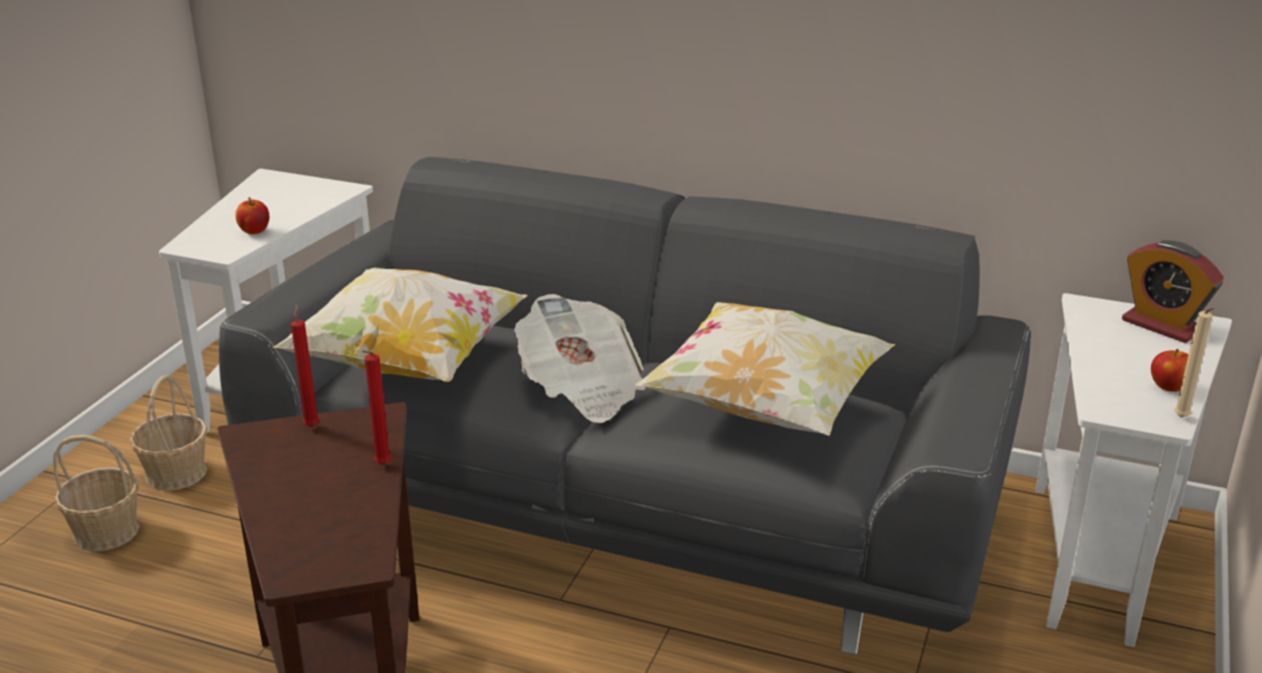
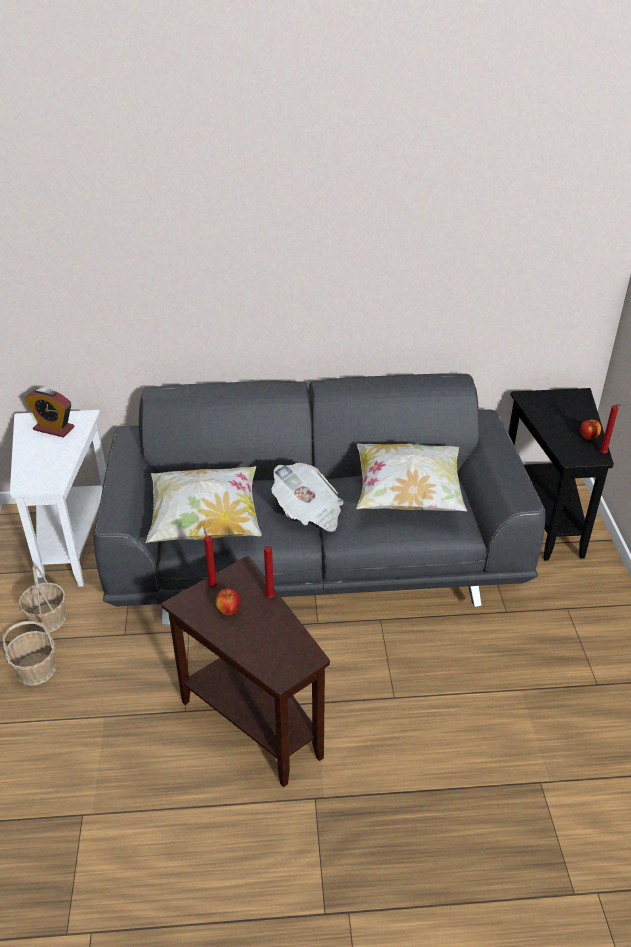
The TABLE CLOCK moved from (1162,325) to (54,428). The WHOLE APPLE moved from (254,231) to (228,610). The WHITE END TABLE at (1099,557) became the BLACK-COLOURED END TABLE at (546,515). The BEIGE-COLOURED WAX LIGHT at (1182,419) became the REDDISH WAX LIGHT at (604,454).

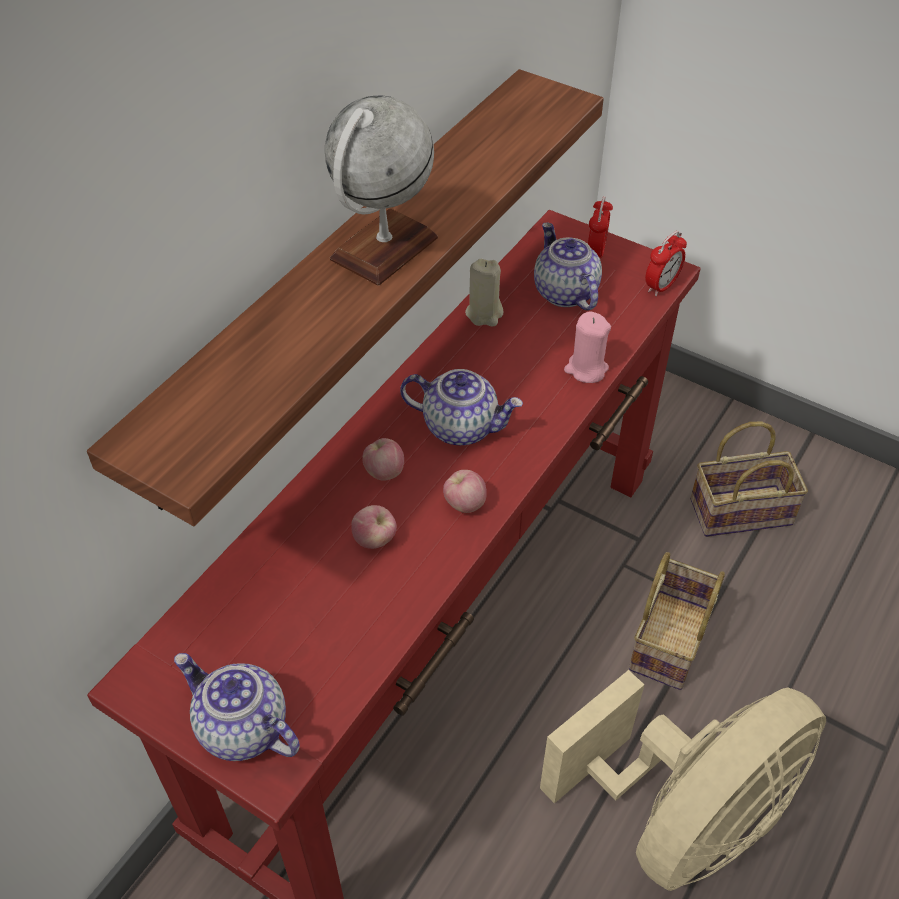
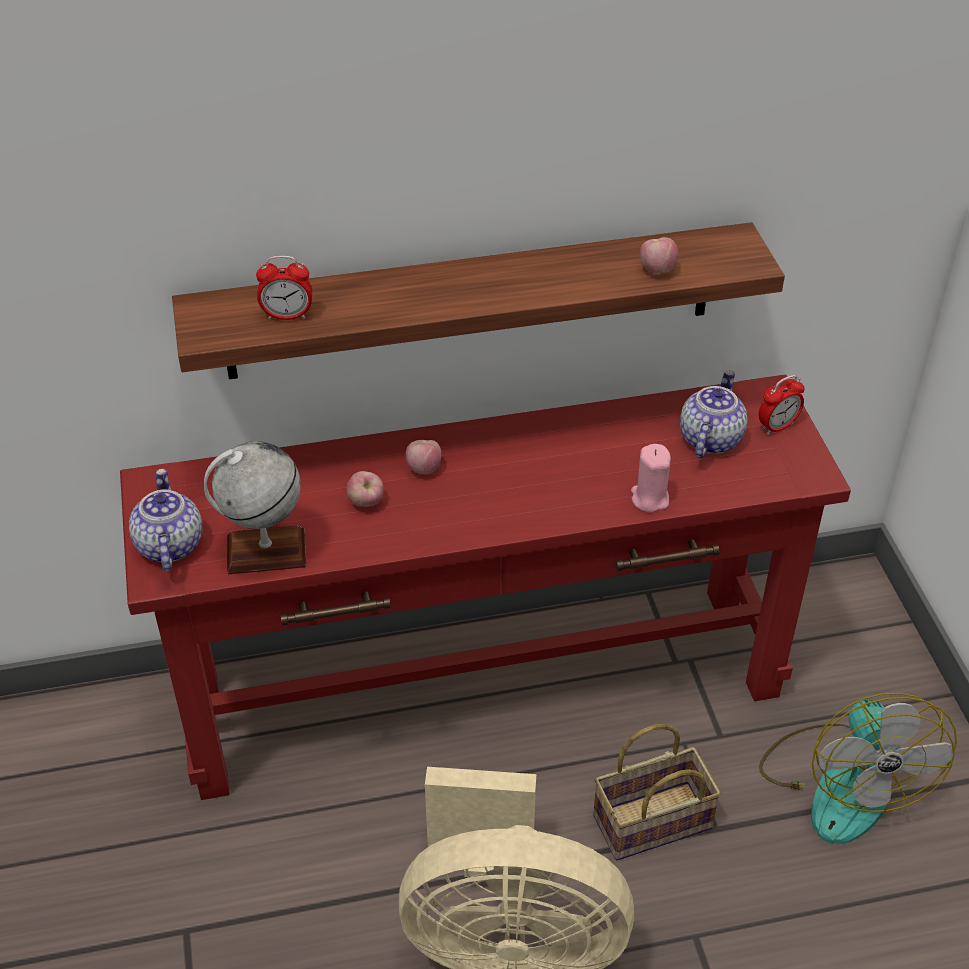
The WORLD GLOBE moved from (384,249) to (265,551). The TABLE CLOCK moved from (661,286) to (287,316). The WHOLE APPLE moved from (464,504) to (657,270). The HOUSEHOLD BASKET at (742,510) was replaced by the COOLING FAN at (842,782). The TEA POT at (461,426) disappeared. The BEIGE-COLOURED WAX LIGHT at (484,313) disappeared.

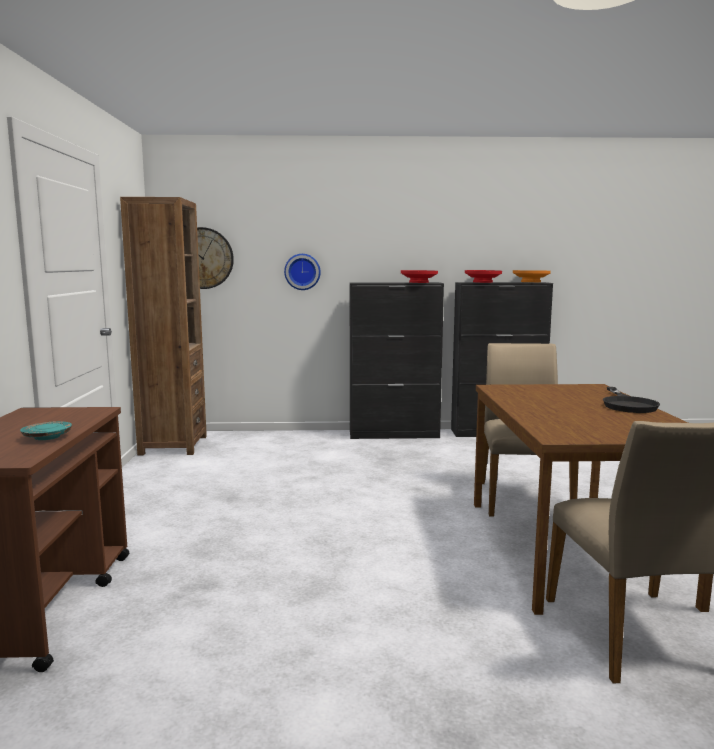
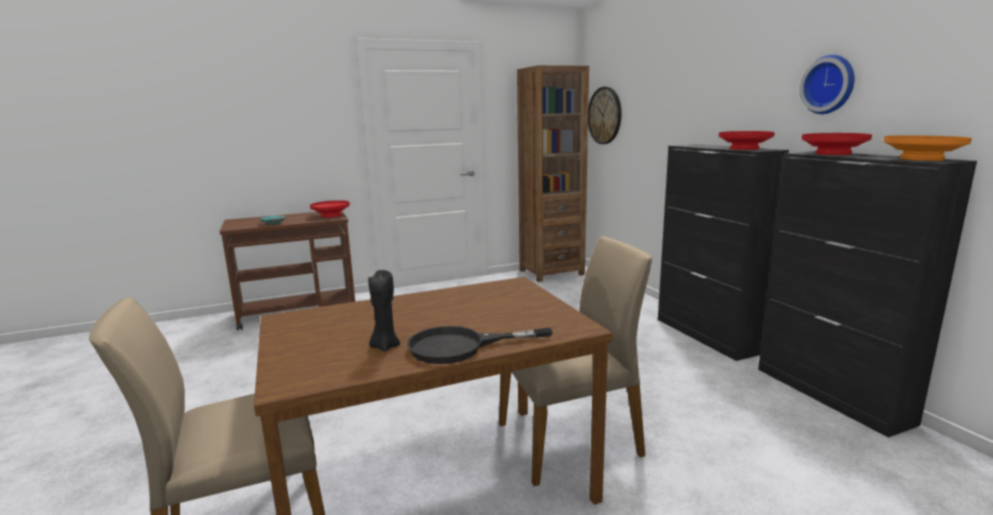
The REDDISH BOWL at (331,215) appeared. The BLACK-COLOURED WAX LIGHT at (385,346) appeared. The HANGING CLOCK moved from (302,271) to (829,84).

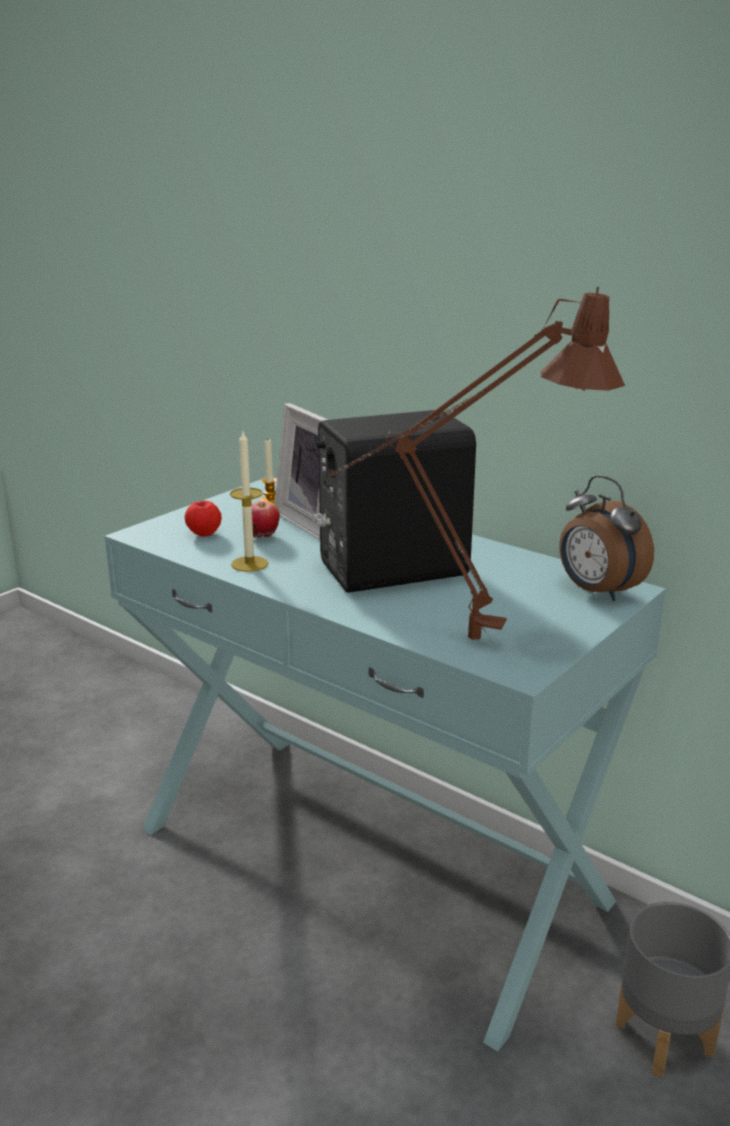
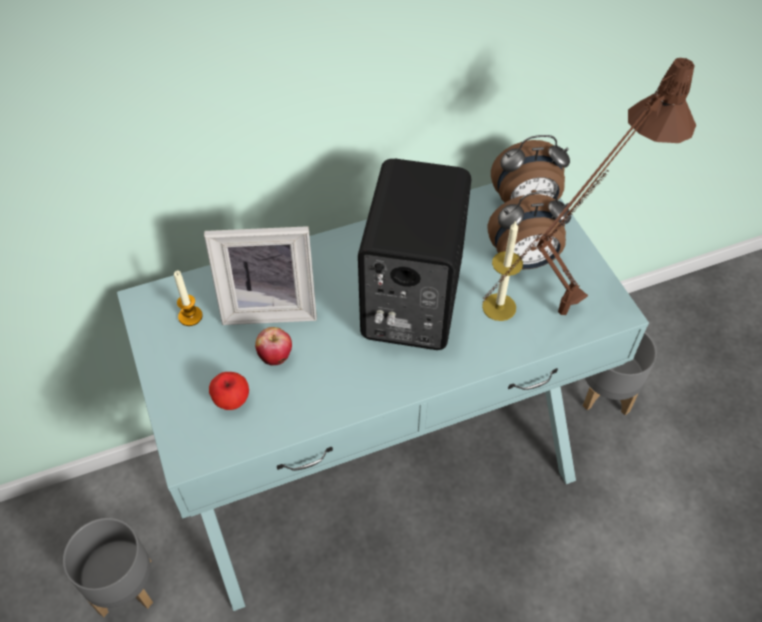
The GREYISH FLOWER POT at (125,588) appeared. The WAX LIGHT moved from (249,564) to (499,307). The TABLE CLOCK at (524,261) appeared.

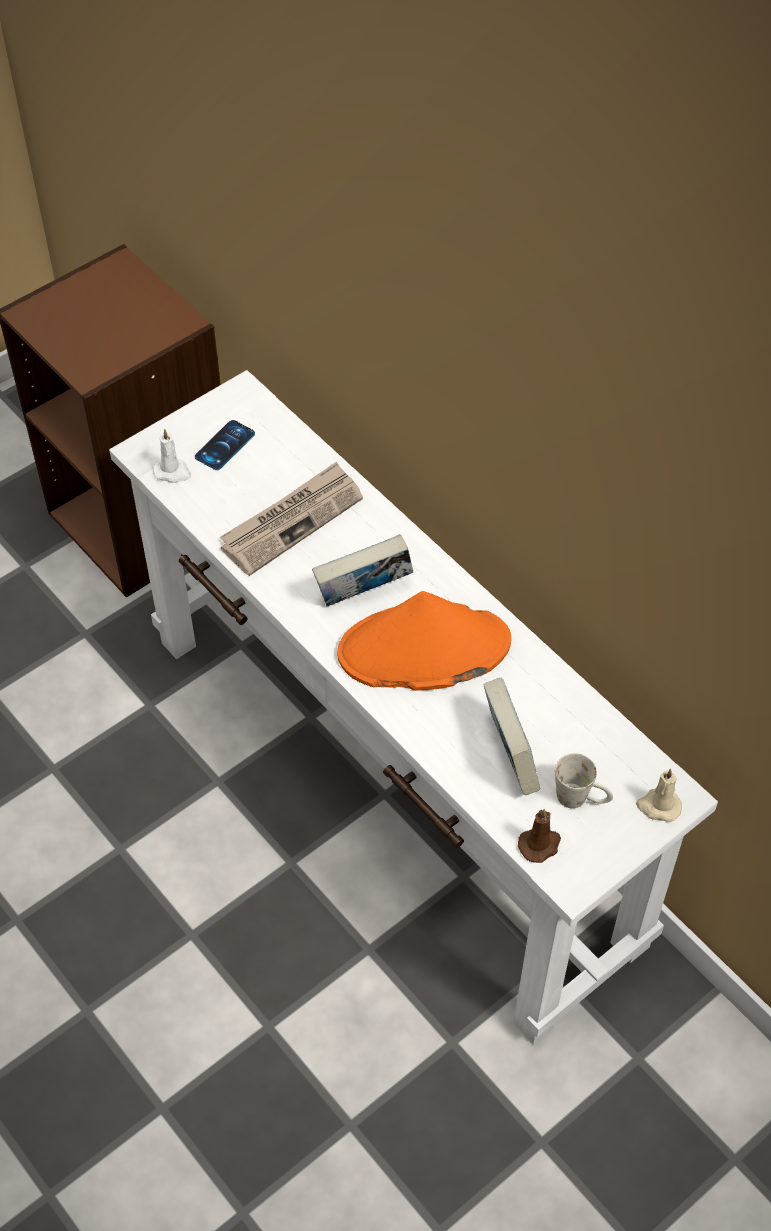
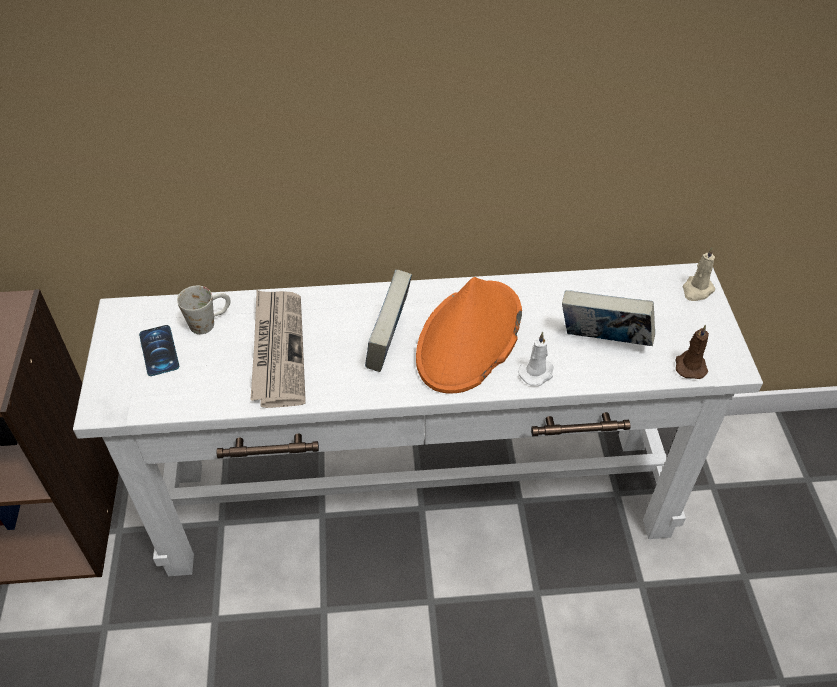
The WHITE COFFEE MUG moved from (581,799) to (209,322). The WHITE WAX LIGHT moved from (173,472) to (537,373).

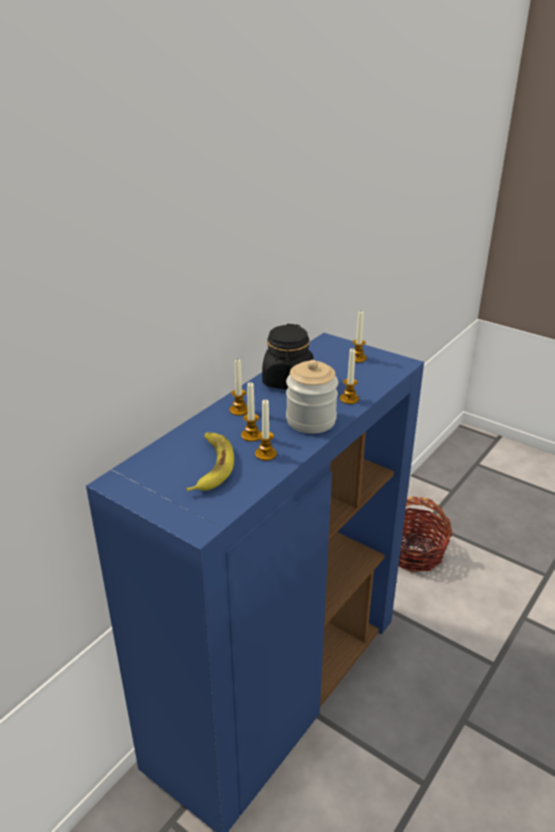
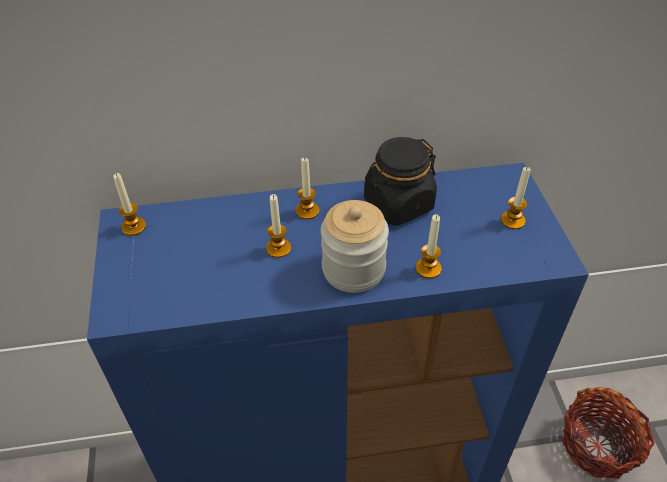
The WAX LIGHT moved from (265,454) to (133,227). The BANANA at (211,466) disappeared.

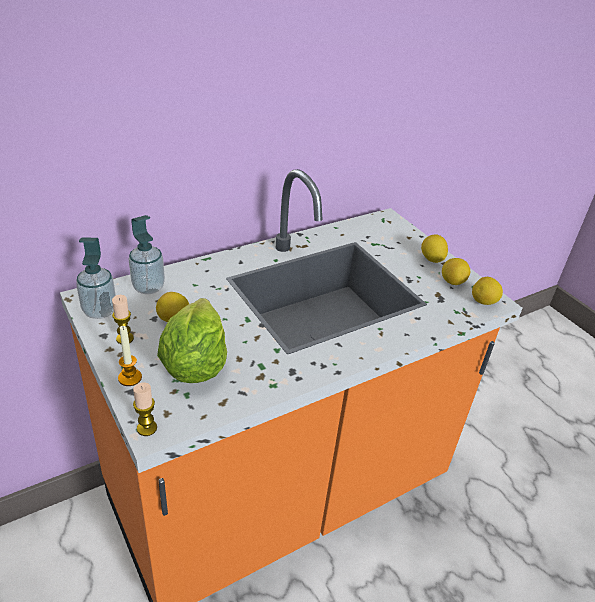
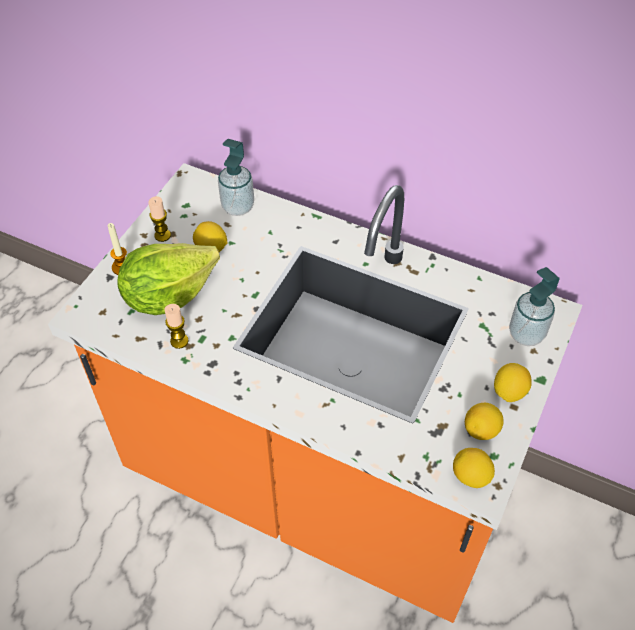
The WAX LIGHT moved from (147,428) to (179,341). The LIQUID SOAP BOTTLE moved from (99,311) to (526,334).

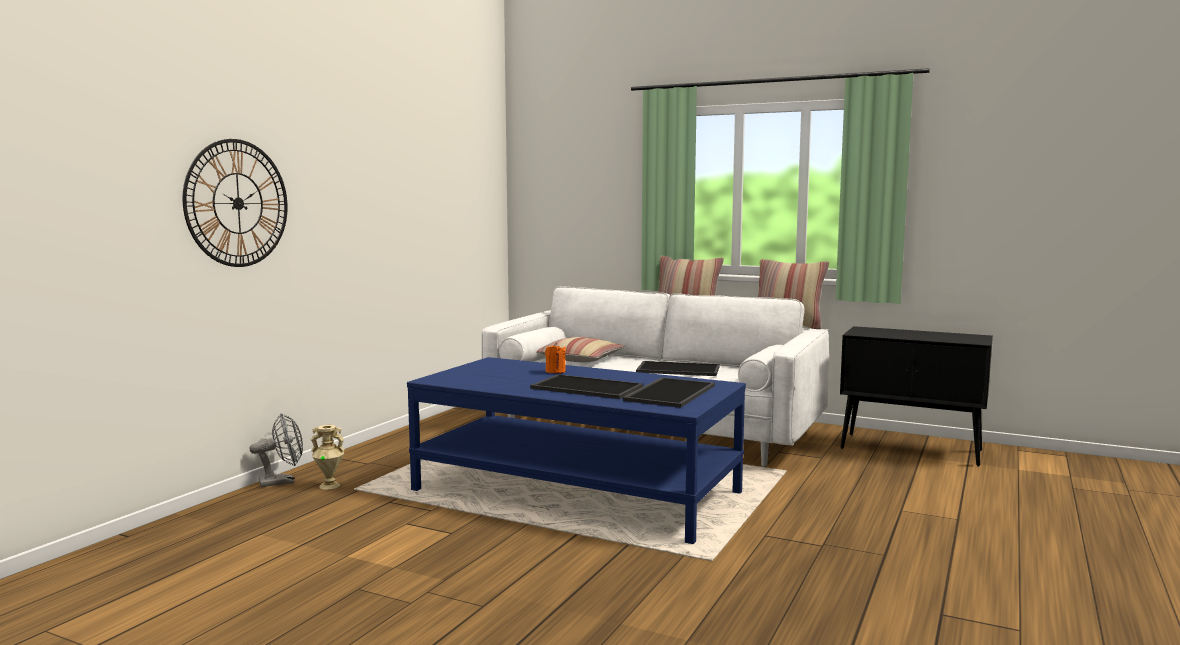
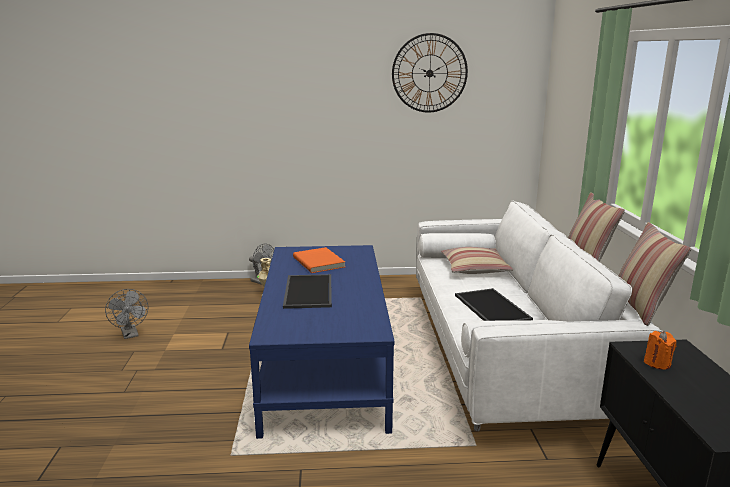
The GREYISH COOLING FAN at (130,335) appeared. The ORANGE-COLOURED VOLUME at (319,262) appeared. The HANGING CLOCK moved from (237,203) to (429,73). The ORANGE-COLOURED WAX LIGHT moved from (555,371) to (657,363). The TRAY at (669,392) disappeared.

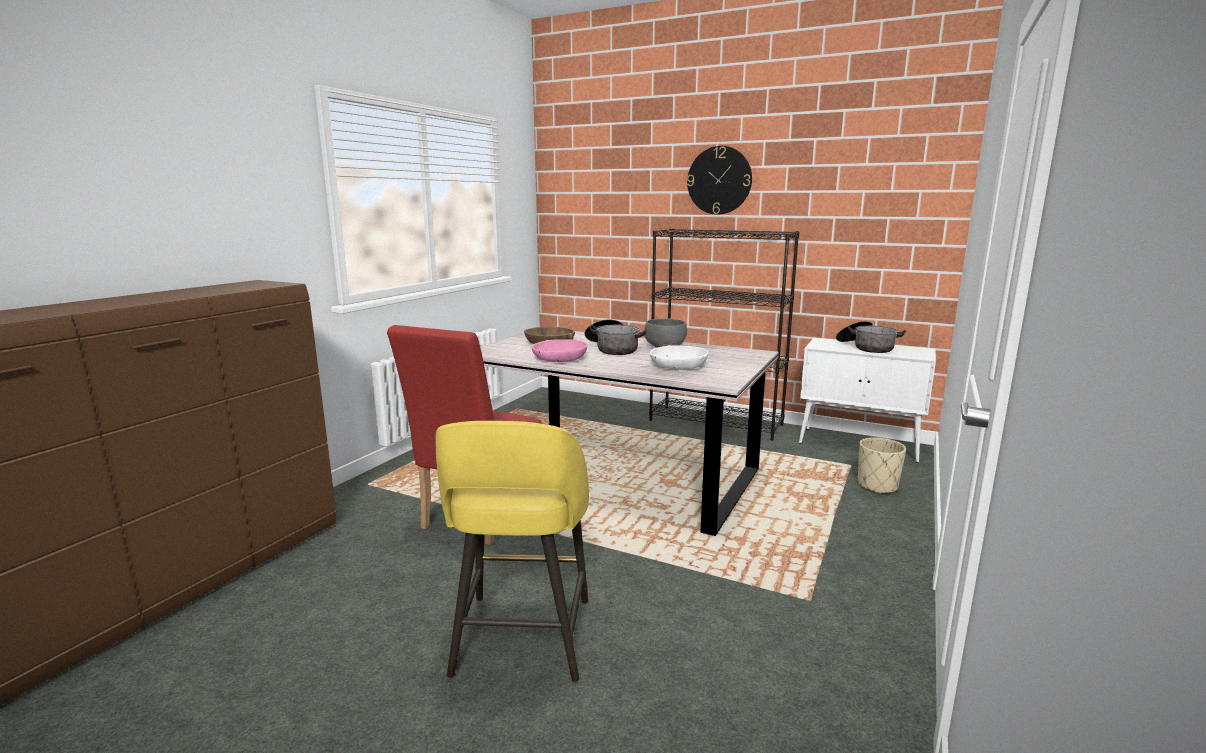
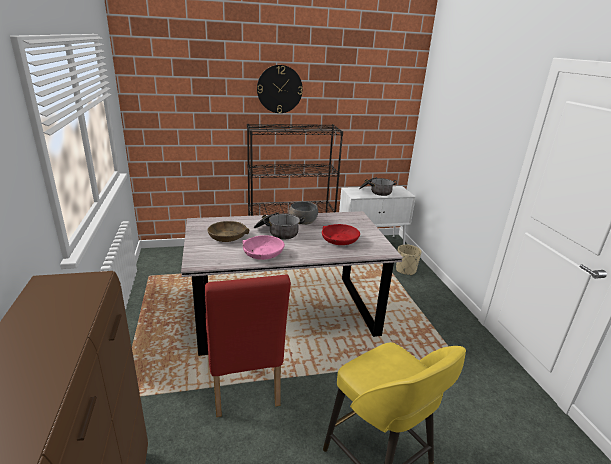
The WHITE BOWL at (678,365) became the REDDISH BOWL at (339,240).

